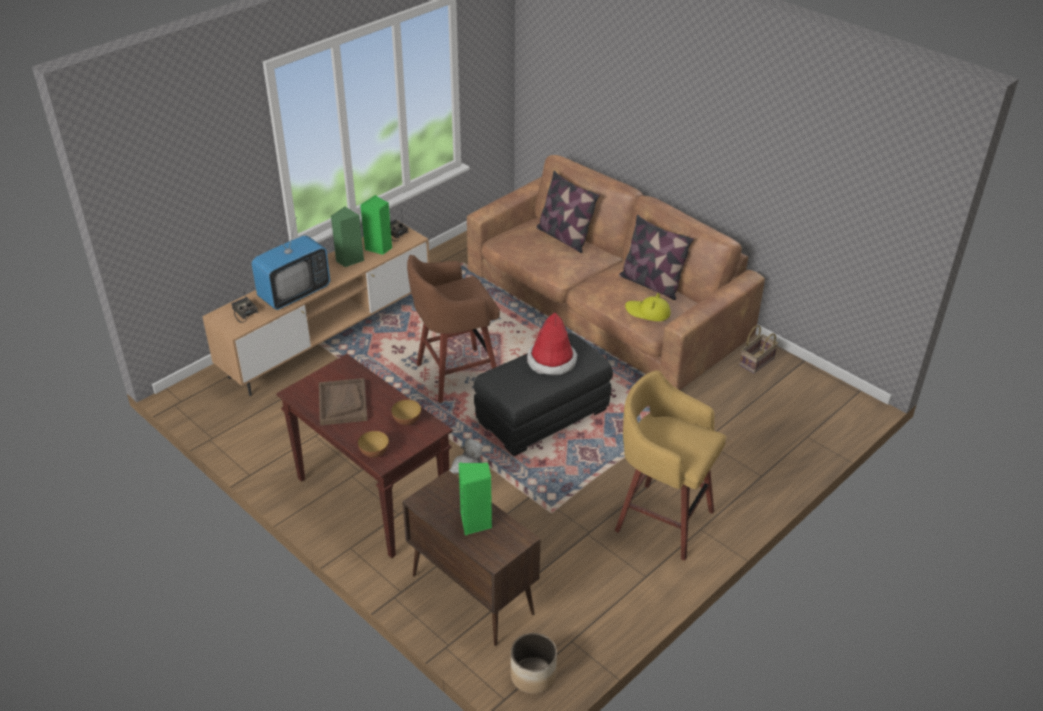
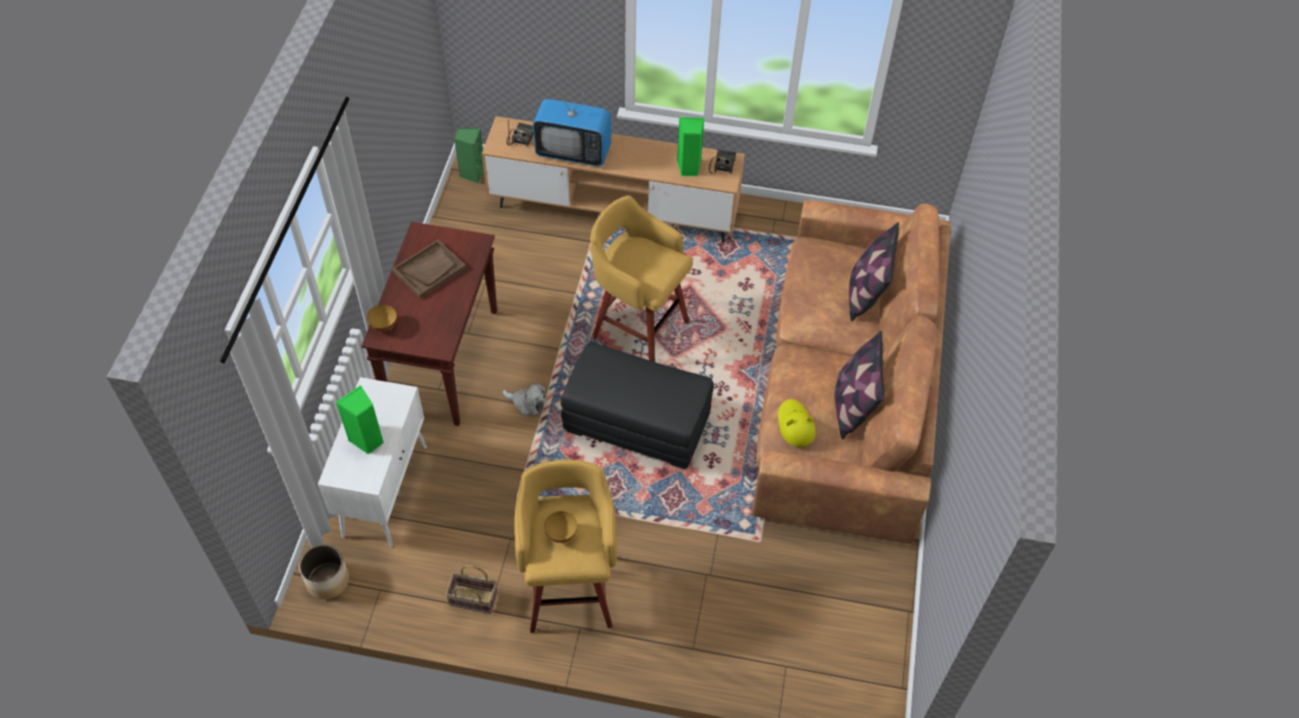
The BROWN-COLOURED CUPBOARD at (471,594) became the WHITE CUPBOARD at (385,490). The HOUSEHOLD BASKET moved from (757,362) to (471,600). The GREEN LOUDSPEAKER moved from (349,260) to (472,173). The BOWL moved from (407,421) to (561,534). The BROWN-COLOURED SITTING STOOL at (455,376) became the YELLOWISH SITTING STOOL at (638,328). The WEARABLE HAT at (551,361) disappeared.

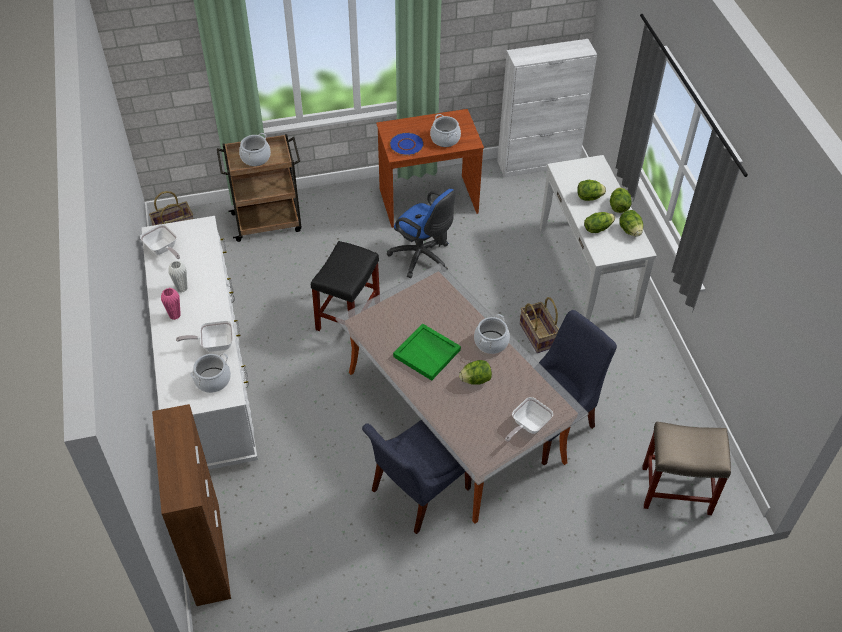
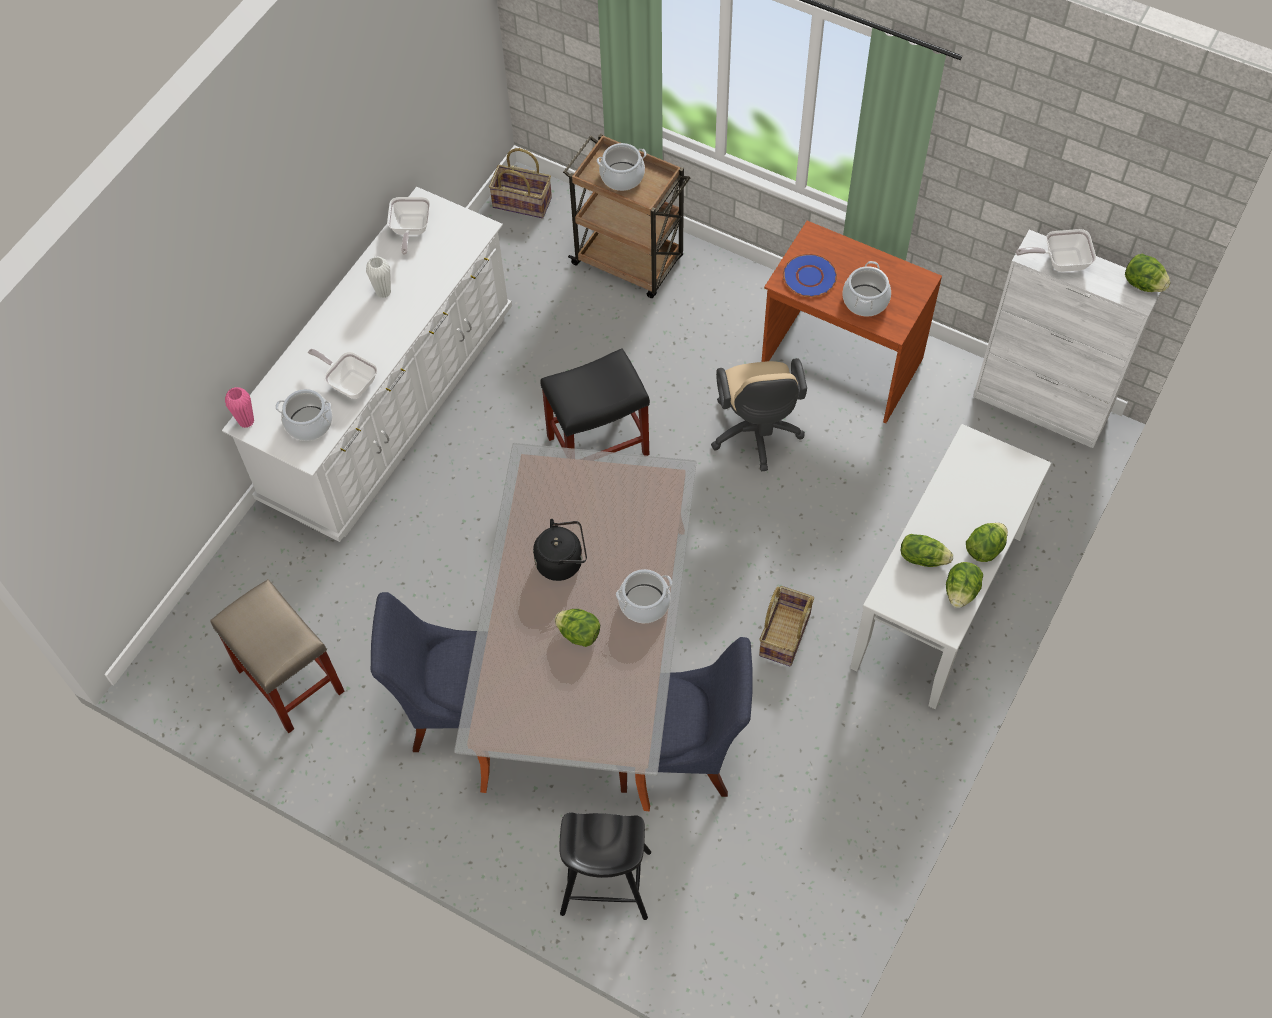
The BEIGE-COLOURED SITTING STOOL moved from (675,490) to (289,679). The PINK-COLOURED DECORATIVE VASE moved from (175,315) to (246,421). The GREEN TRAY at (427,353) was replaced by the BLACK-COLOURED WATER KETTLE at (562,561). The BLACK-COLOURED SITTING STOOL at (606,882) appeared. The BLUE DESK CHAIR at (423,258) became the BEIGE-COLOURED DESK CHAIR at (756,435). The SKILLET moved from (528,426) to (1060,261). The LETTUCE moved from (589,197) to (1142,284). The BROWN-COLOURED CUPBOARD at (208,553) disappeared.

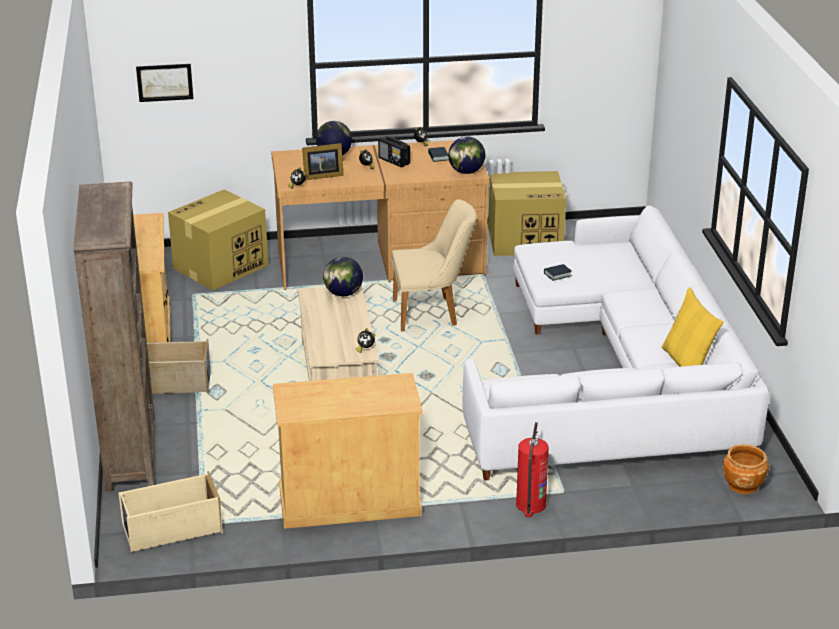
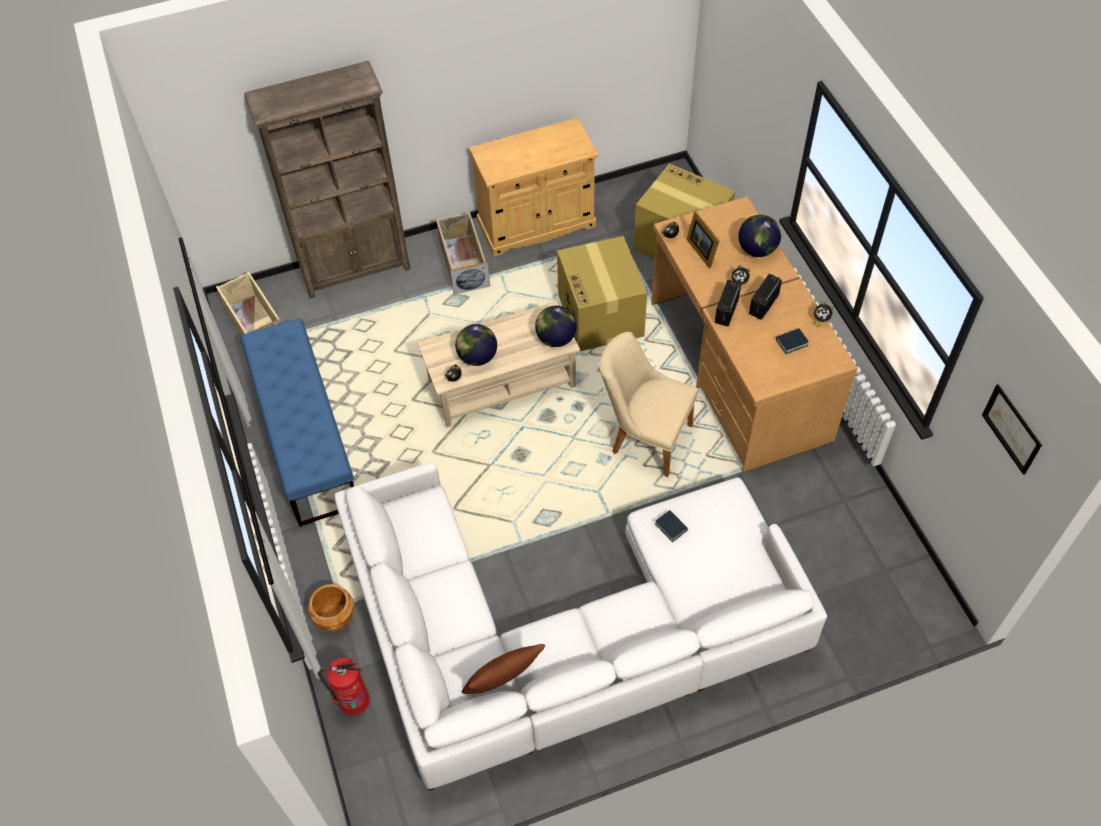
The BEIGE-COLOURED CUPBOARD at (349,502) was replaced by the BLUE INDOOR BENCH at (305,436). The BROWN-COLOURED FLOWER POT moved from (743,485) to (335,618). The FIRE EXTINGUISHER moved from (530,505) to (353,700). The WORLD GLOBE moved from (466,172) to (477,357). The YELLOWISH CUSHION at (687,363) became the BROWN-COLOURED CUSHION at (503,682). The CARDBOARD BOX moved from (526,240) to (601,316). The BEIGE-COLOURED CHAIR at (432,313) turned 135 degrees clockwise. The RADIO SET at (726,311) appeared. The WALL PICTURE moved from (164,82) to (1011,429).

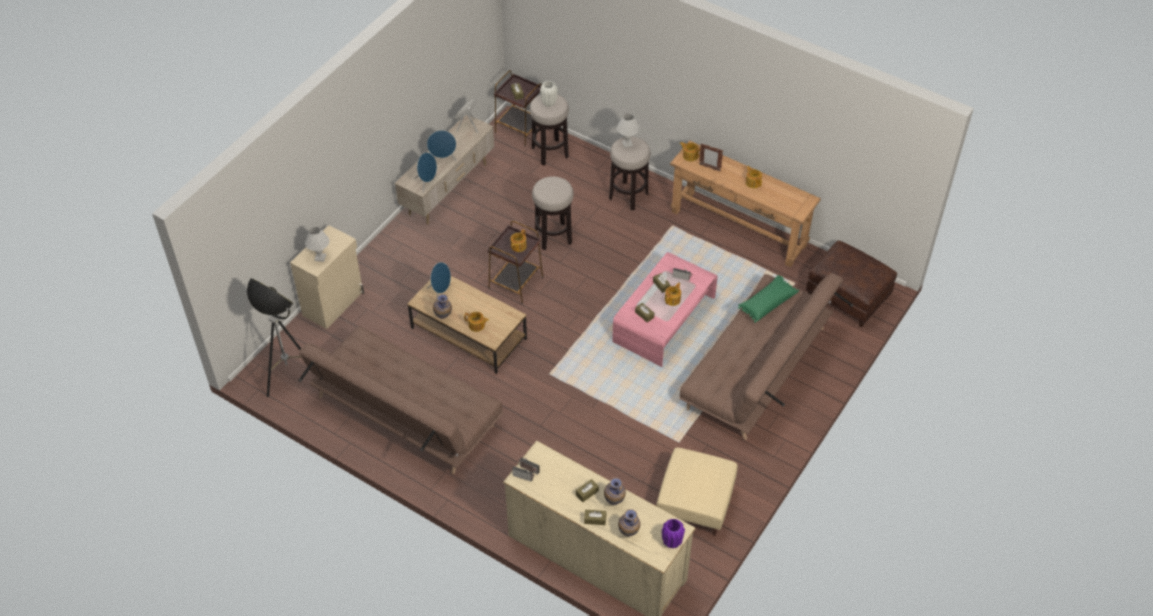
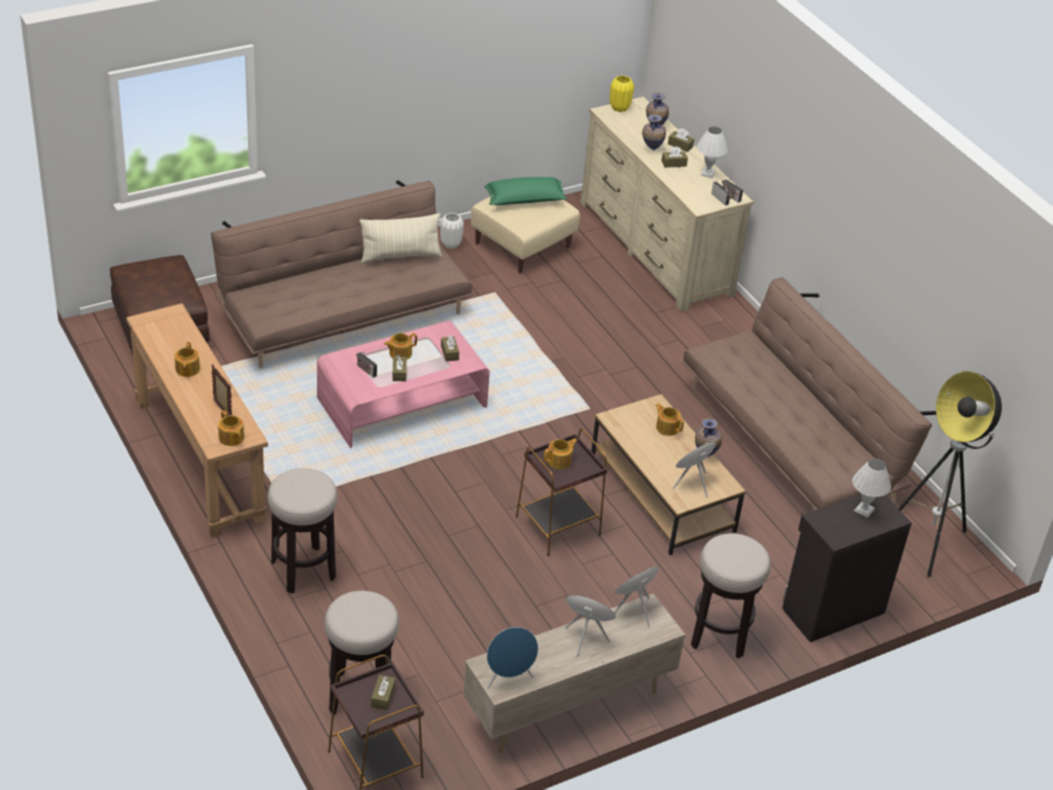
The BEIGE-COLOURED CUSHION at (400,256) appeared. The WHITE DECORATIVE VASE moved from (549,103) to (450,244). The GREEN CUSHION moved from (767,303) to (525,201). The PURPLE DECORATIVE VASE at (672,542) became the YELLOWISH DECORATIVE VASE at (619,108). The SITTING STOOL moved from (553,236) to (719,635). The WHITE TABLETOP LAMP moved from (627,144) to (707,173). The BEIGE-COLOURED CUPBOARD at (334,303) became the BLACK-COLOURED CUPBOARD at (831,610).

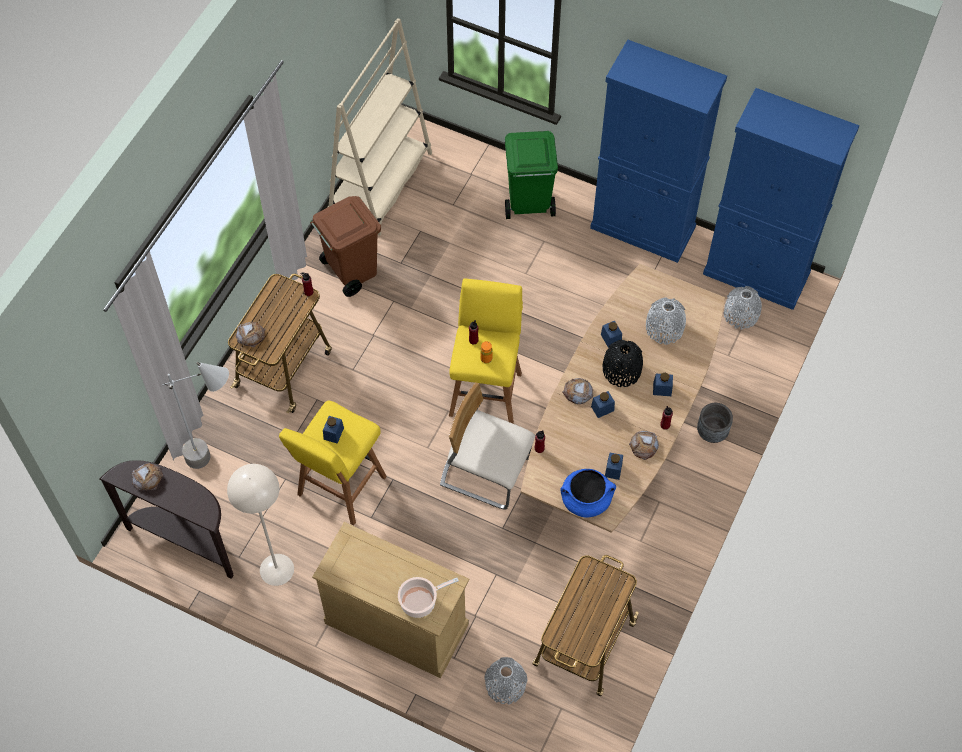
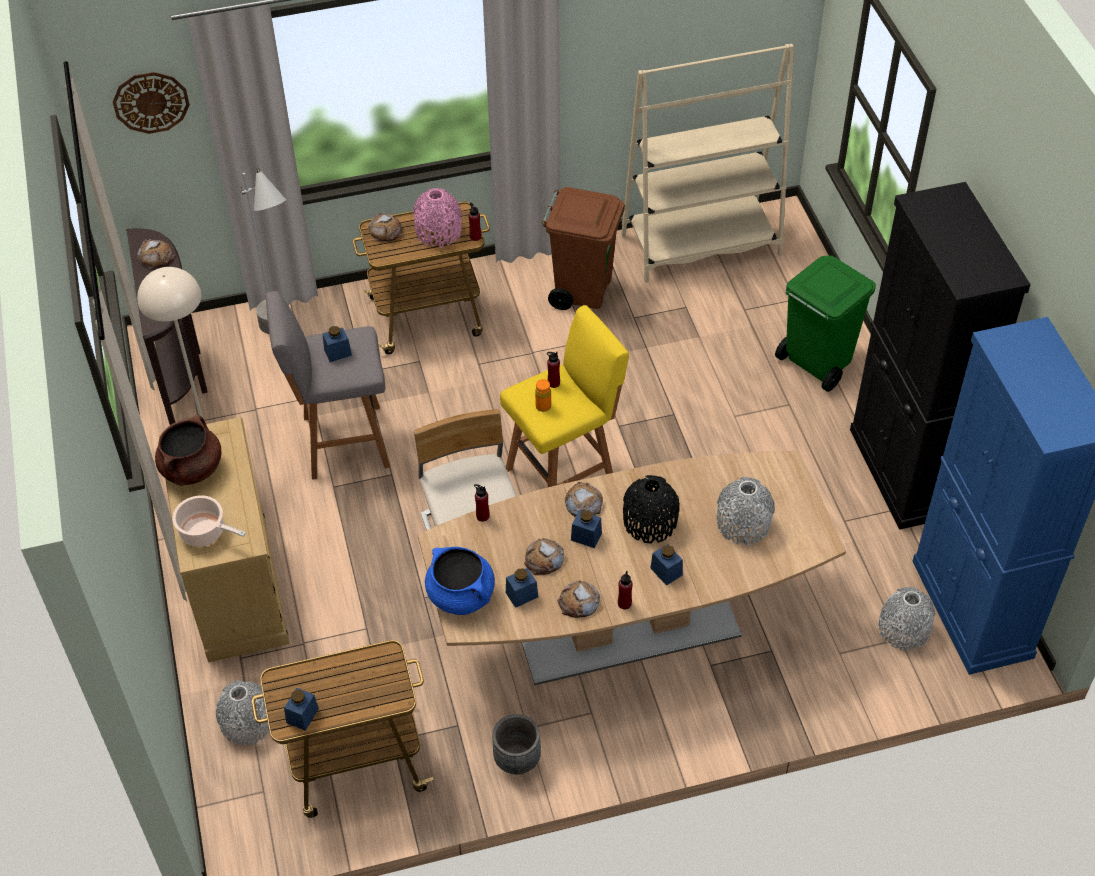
The HANGING CLOCK at (151,102) appeared. The BROWN-COLOURED COOKING POT at (192,469) appeared. The YELLOWISH SITTING STOOL at (340,488) became the GREYISH SITTING STOOL at (342,442). The BLUE STORAGE JAR moved from (611,339) to (302,715). The PINK-COLOURED DECORATIVE VASE at (438,232) appeared. The GREYISH FLOWER POT moved from (712,432) to (517,759). The BAKERY BREAD at (544,559) appeared. The BLUE CUPBOARD at (643,228) became the BLACK-COLOURED CUPBOARD at (904,472).

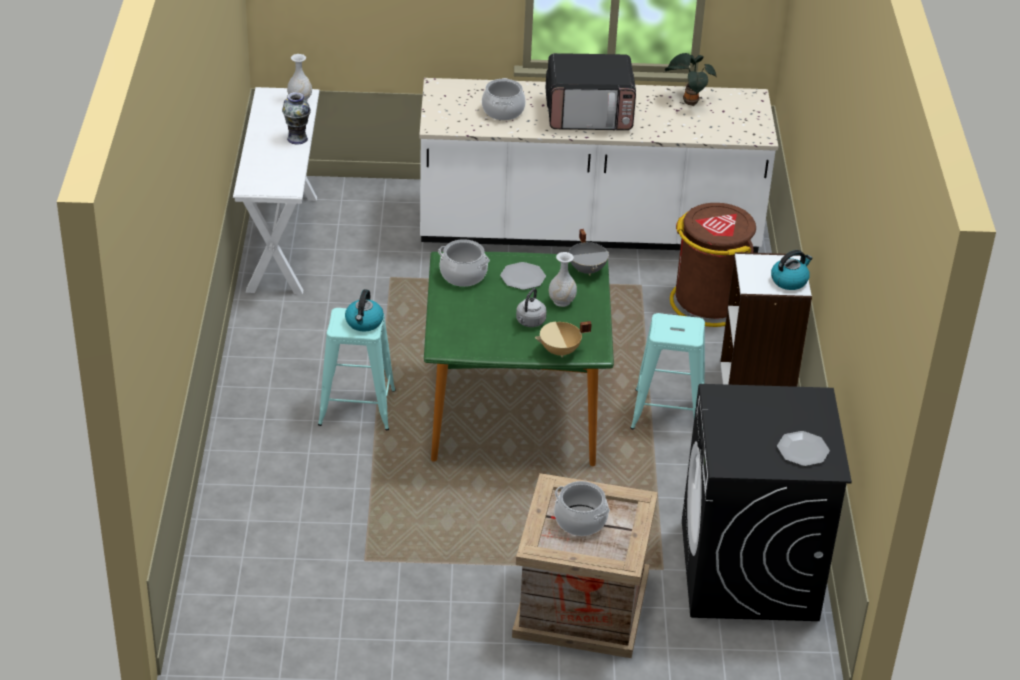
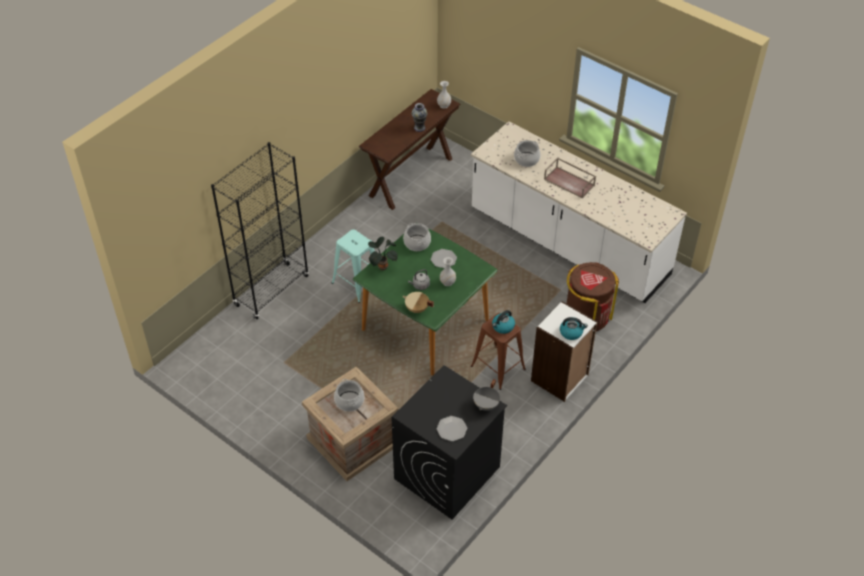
The BLACK-COLOURED BOOKSHELF at (271,290) appeared. The WHITE HALL TABLE at (282,242) became the BROWN-COLOURED HALL TABLE at (411,177). The POTTED PLANT moved from (688,102) to (382,266). The TURQUOISE SITTING STOOL at (668,413) became the BROWN-COLOURED SITTING STOOL at (498,367). The GREYISH COOKING POT moved from (588,269) to (486,405). The WATER KETTLE moved from (364,322) to (503,327). The KITCHEN MICROWAVE at (589,114) was replaced by the BROWN-COLOURED TRAY at (570,182).

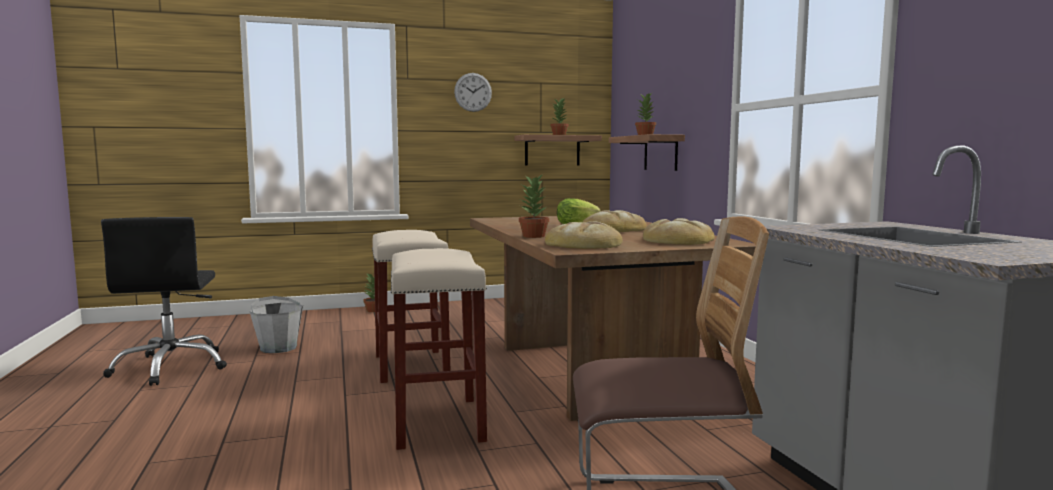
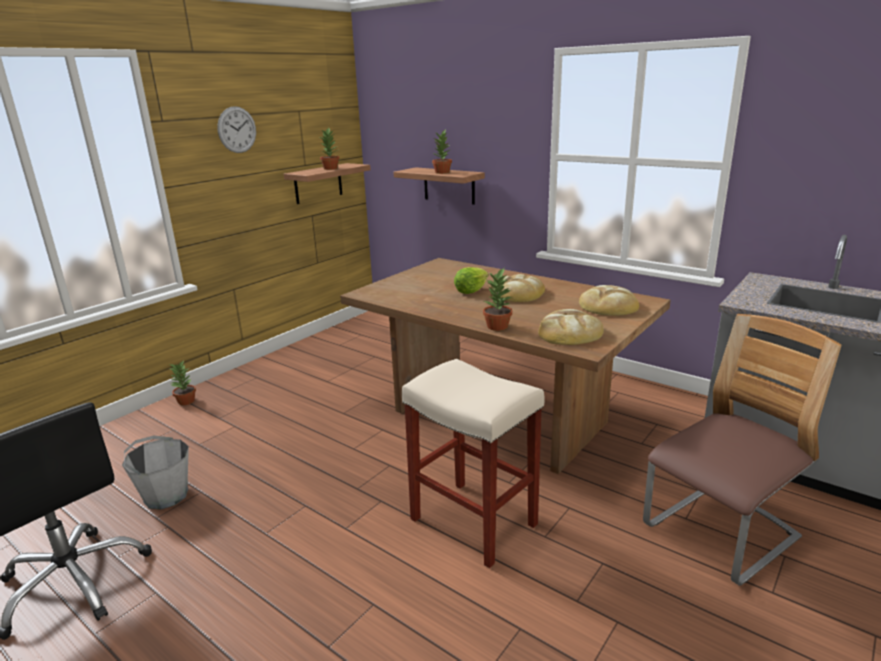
The BEIGE-COLOURED SITTING STOOL at (410,365) disappeared.

